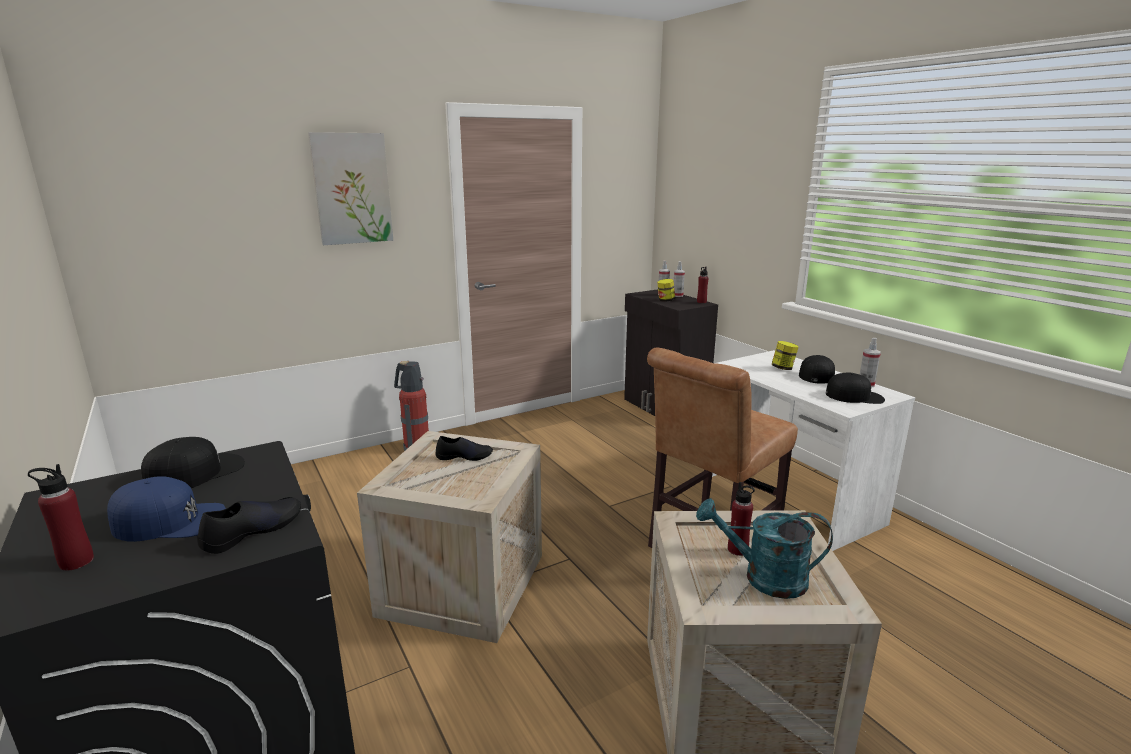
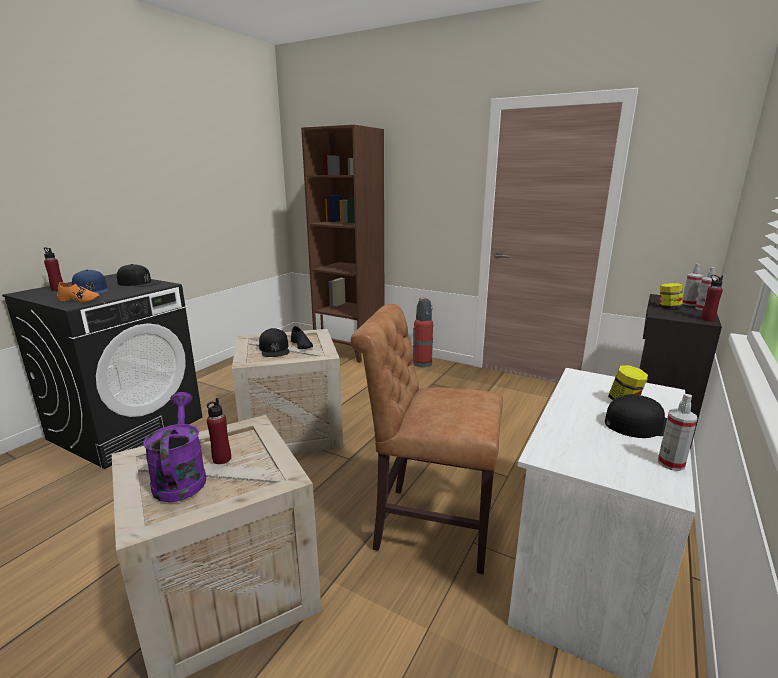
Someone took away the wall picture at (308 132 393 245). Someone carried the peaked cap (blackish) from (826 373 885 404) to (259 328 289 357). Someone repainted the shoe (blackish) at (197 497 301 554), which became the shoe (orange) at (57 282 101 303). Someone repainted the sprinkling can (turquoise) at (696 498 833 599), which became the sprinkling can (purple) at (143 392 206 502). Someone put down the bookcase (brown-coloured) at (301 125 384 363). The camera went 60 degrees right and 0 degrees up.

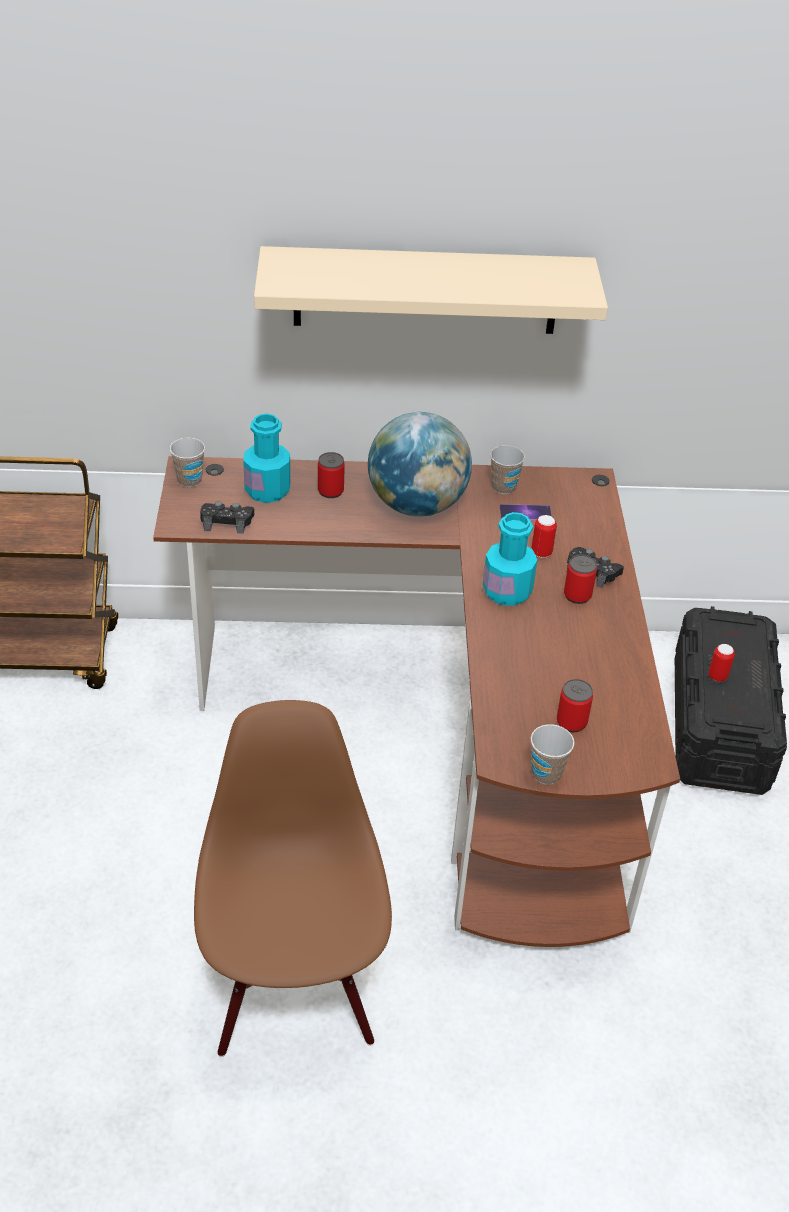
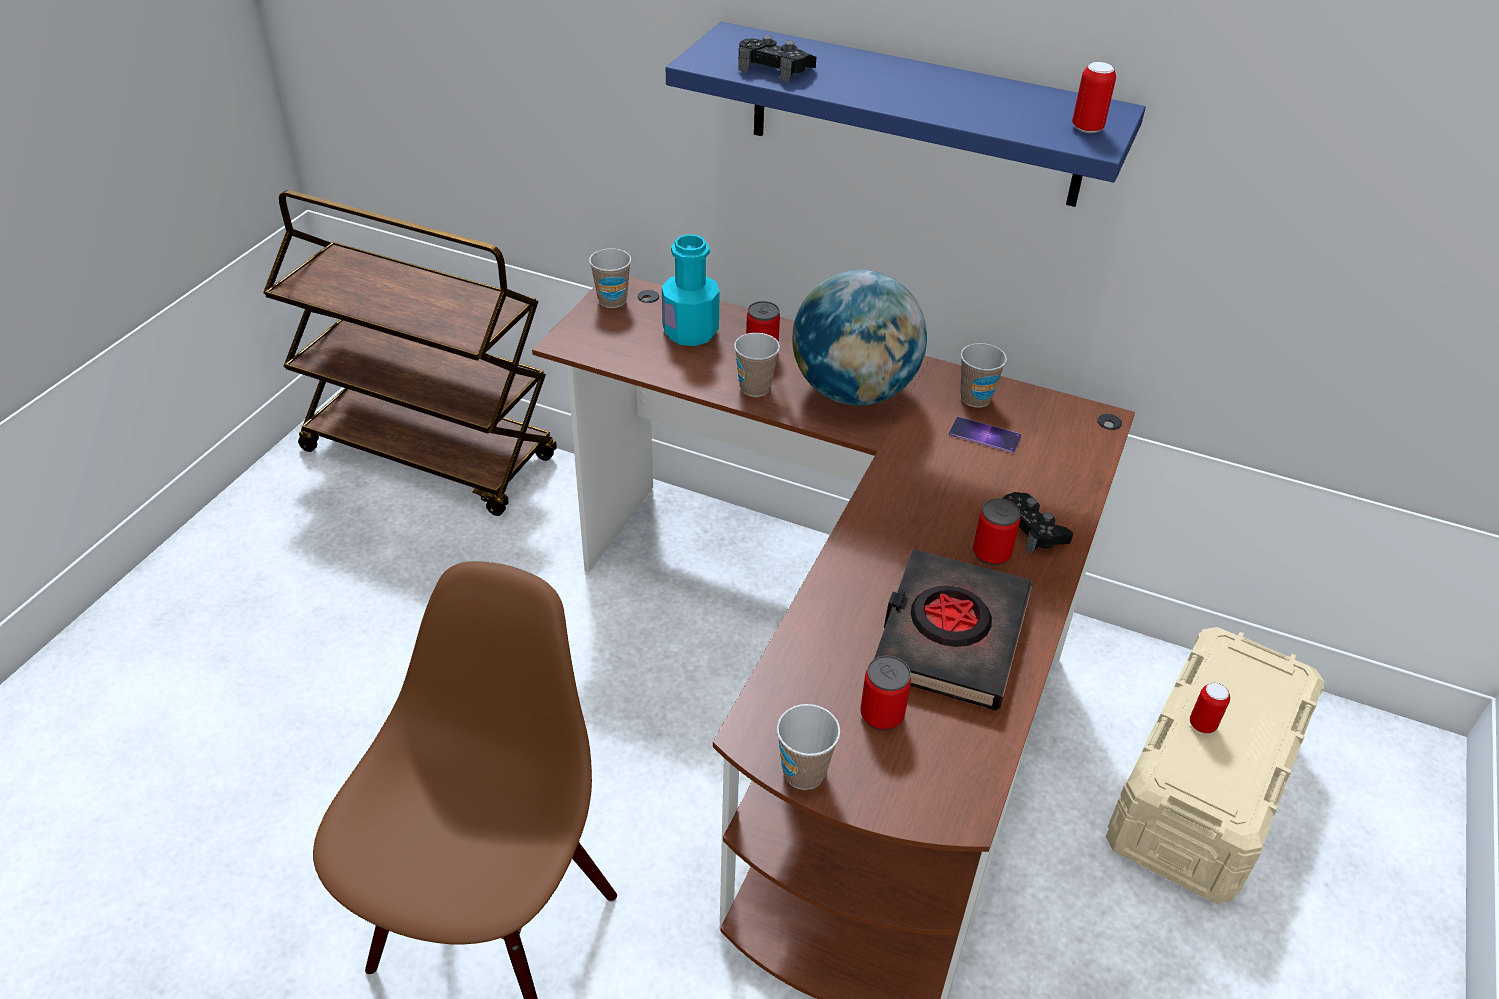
Someone repainted the wall shelf (sand-coloured) at (254 246 608 334), which became the wall shelf (blue-coloured) at (666 22 1146 207). Someone carried the gamepad (blackish) from (200 501 254 534) to (738 35 817 83). Someone took away the drink bottle (turquoise) at (483 512 537 606). Someone carried the metal can from (531 515 557 558) to (1072 62 1116 133). Someone repainted the storage container (blackish) at (675 606 787 795), which became the storage container (sand-coloured) at (1106 627 1325 904). Someone put down the cup at (734 333 780 397). Someone put down the bound book (blackish) at (874 549 1033 710). The camera went 25 degrees right and 0 degrees up.

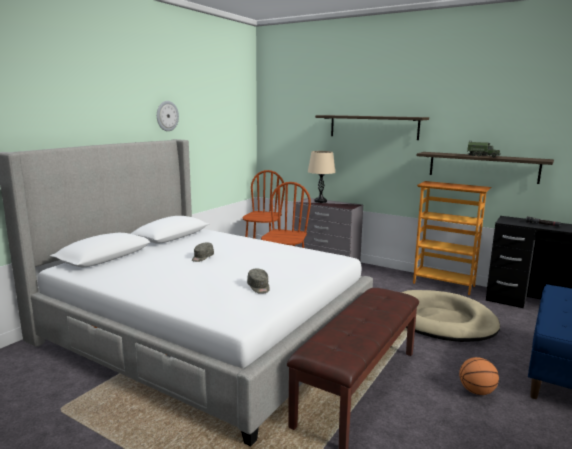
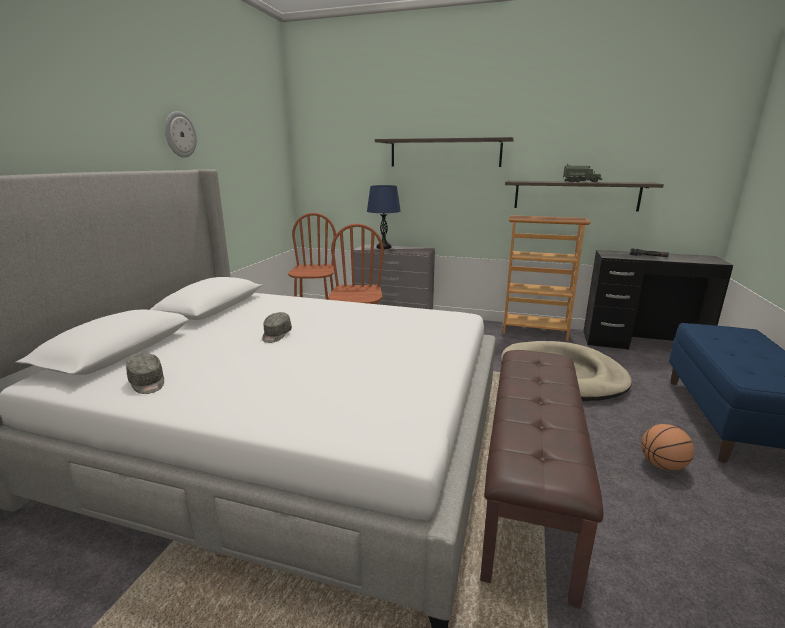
Someone repainted the tabletop lamp (sand-coloured) at (308 151 336 203), which became the tabletop lamp (blue-coloured) at (367 185 401 249). Someone carried the peaked cap (grey) from (247 269 270 294) to (126 354 164 394). The camera went 15 degrees left and 5 degrees up.

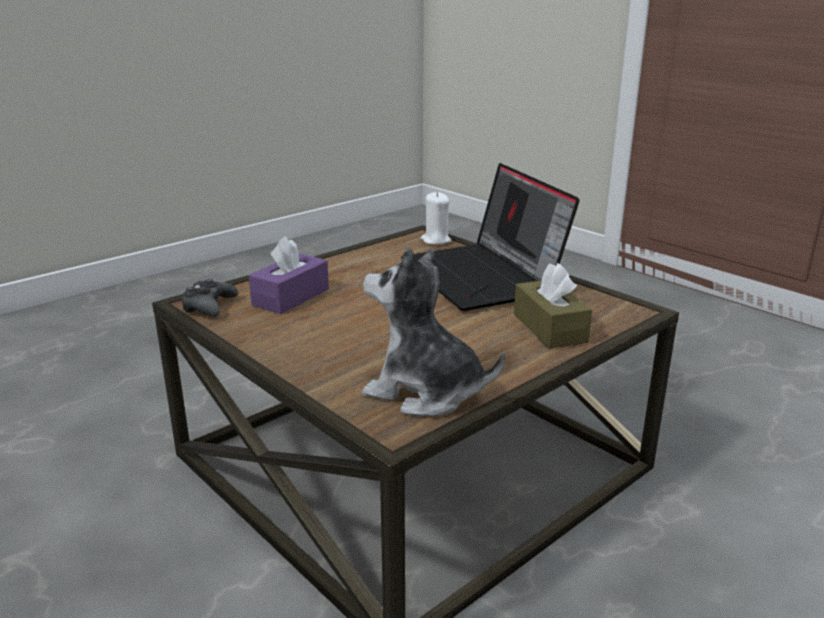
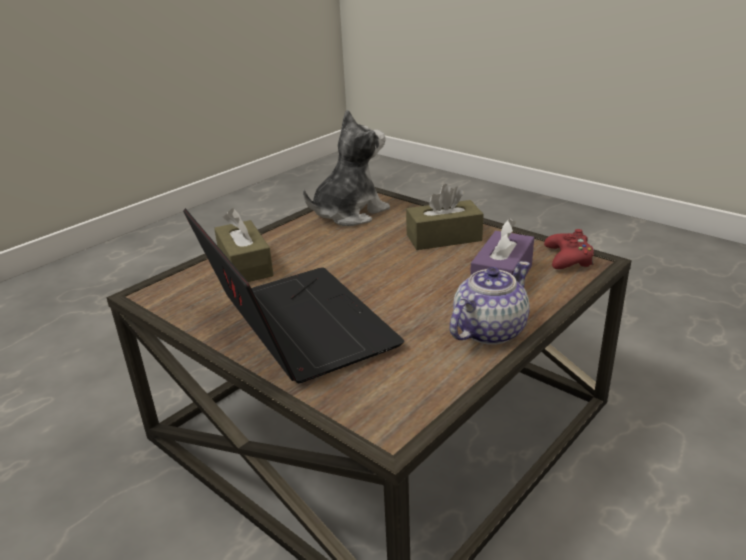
Someone took away the wax light (white-coloured) at (421 192 451 245). Someone rotated the cuddly toy at (362 247 505 417) by 60 degrees counterclockwise. Someone repainted the gamepad (blackish) at (182 279 238 317), which became the gamepad (red-coloured) at (544 229 594 269). Someone put down the box of tissues (brown-coloured) at (406 184 484 250). Someone put down the tea pot at (449 261 530 345). The camera went 175 degrees right and 5 degrees up.

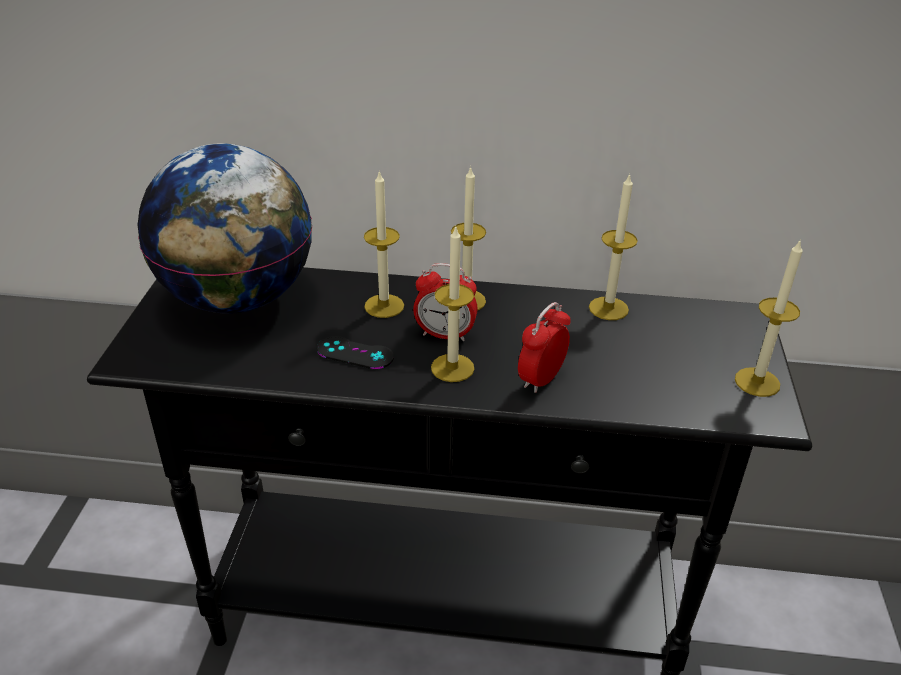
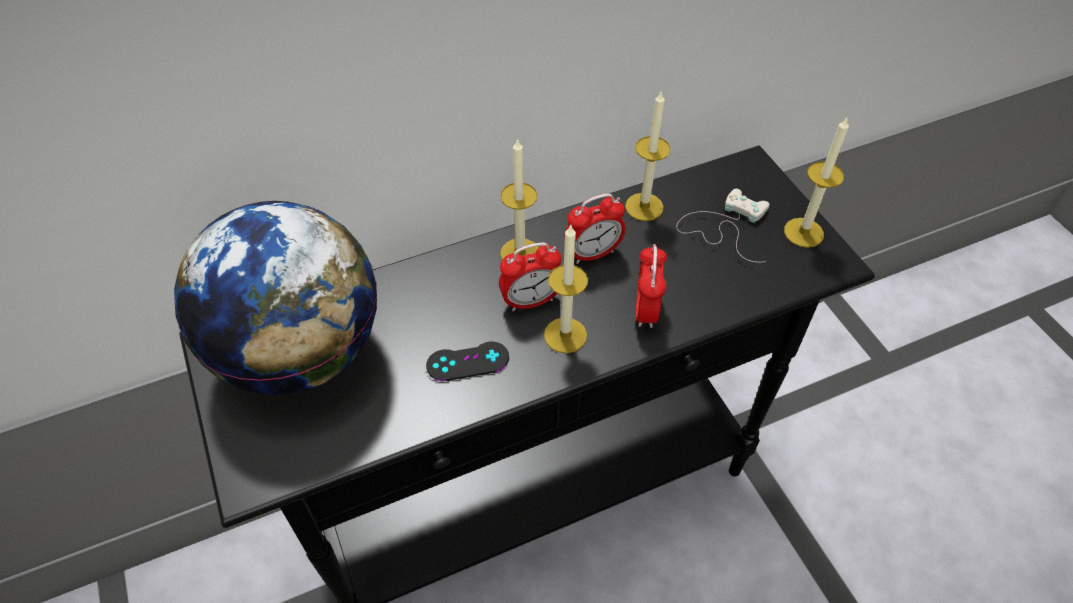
Someone took away the wax light at (364 170 404 318). Someone put down the gamepad (white-coloured) at (676 189 770 263). Someone put down the bedside clock at (564 194 626 264). The camera went 30 degrees left and 15 degrees up.

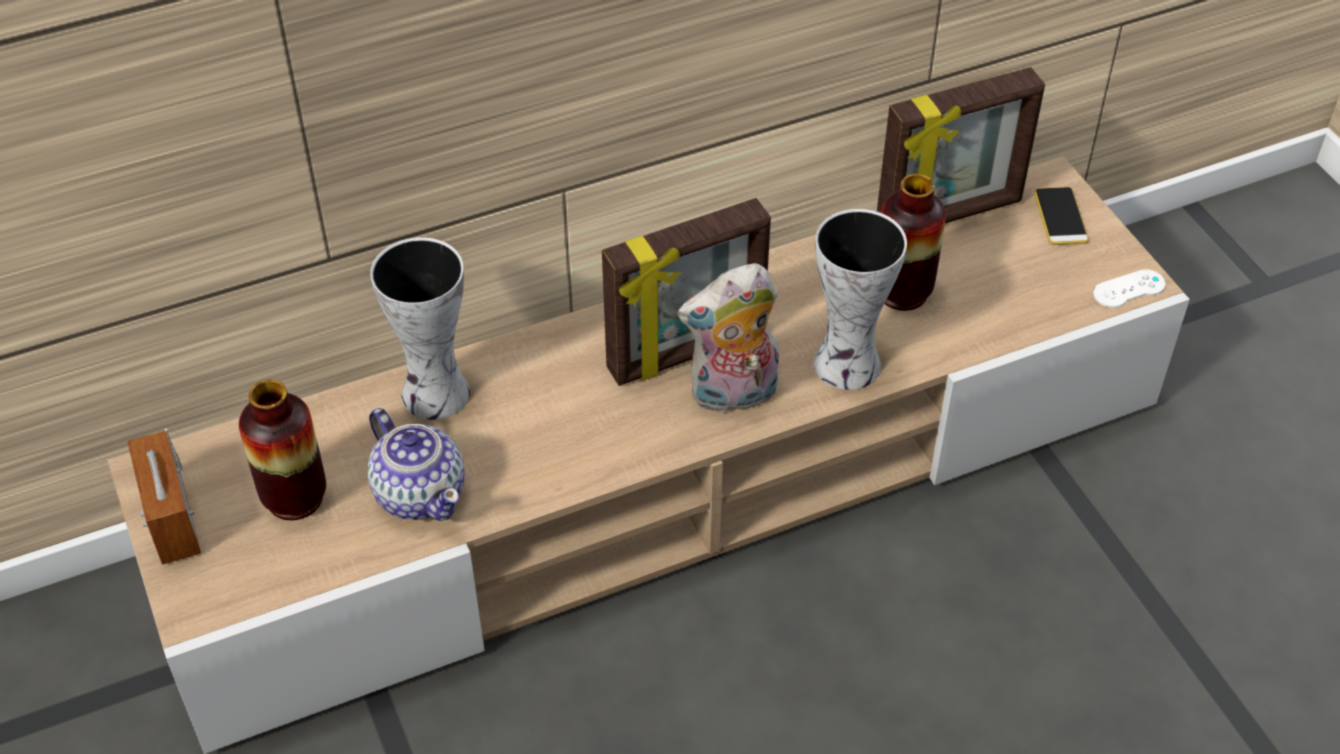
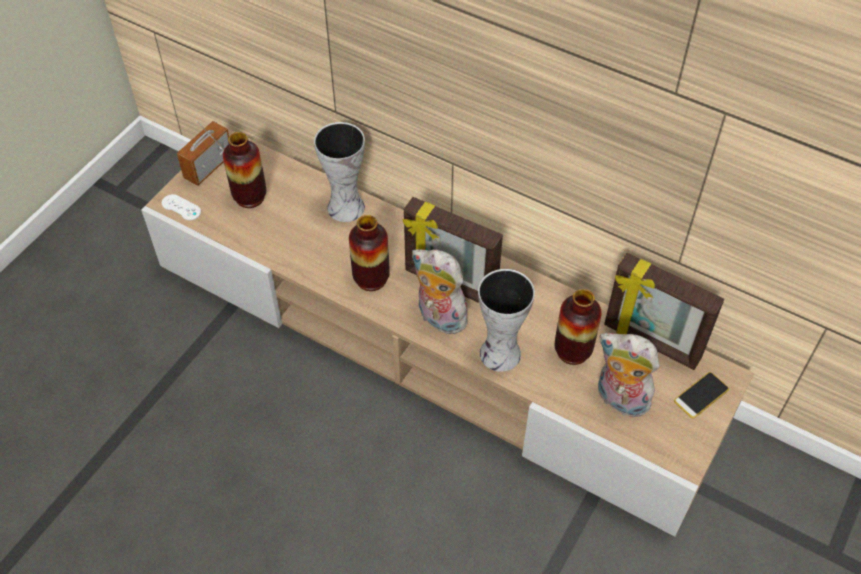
Someone carried the gamepad (white-coloured) from (1093 269 1165 308) to (162 194 201 220). Someone took away the tea pot at (368 408 465 521). Someone put down the flower vase at (349 215 390 291). Someone put down the cuddly toy at (598 333 660 417). The camera went 55 degrees right and 5 degrees up.

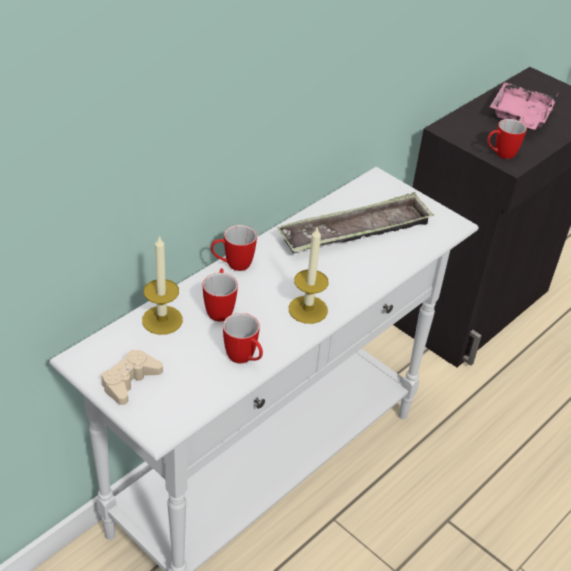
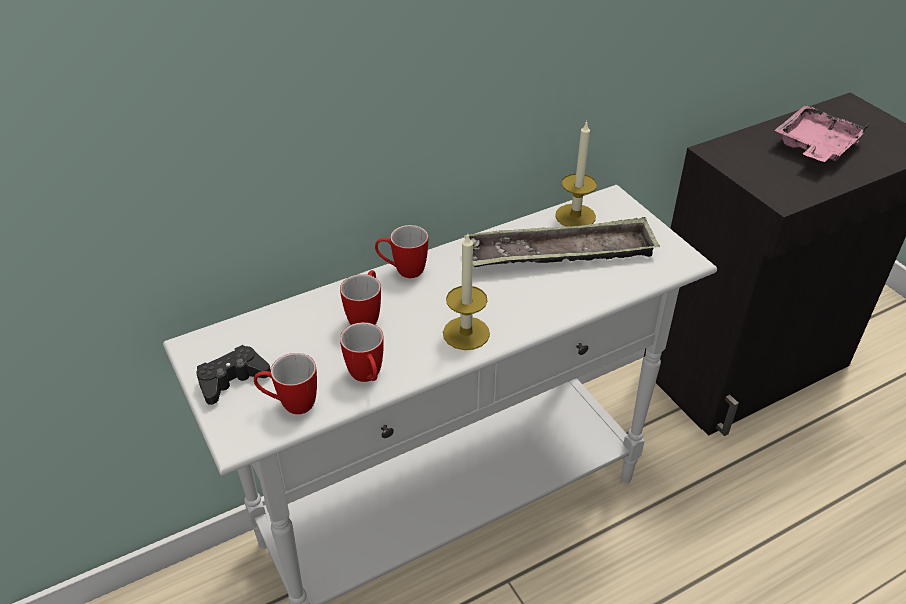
Someone carried the mug from (487 119 527 159) to (254 353 317 414). Someone carried the wax light from (142 235 183 335) to (555 121 597 227). Someone repainted the gamepad (sand-coloured) at (101 350 163 405), which became the gamepad (blackish) at (196 345 271 405). The camera went 20 degrees right and 0 degrees up.

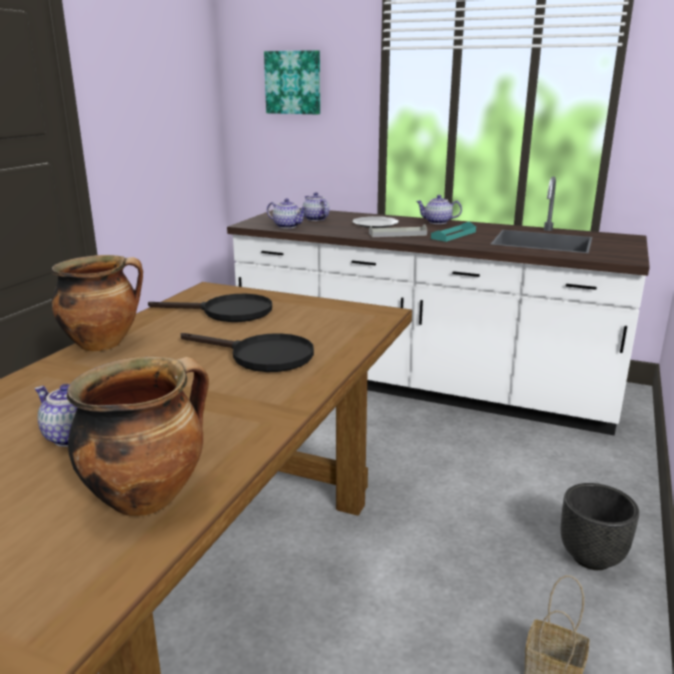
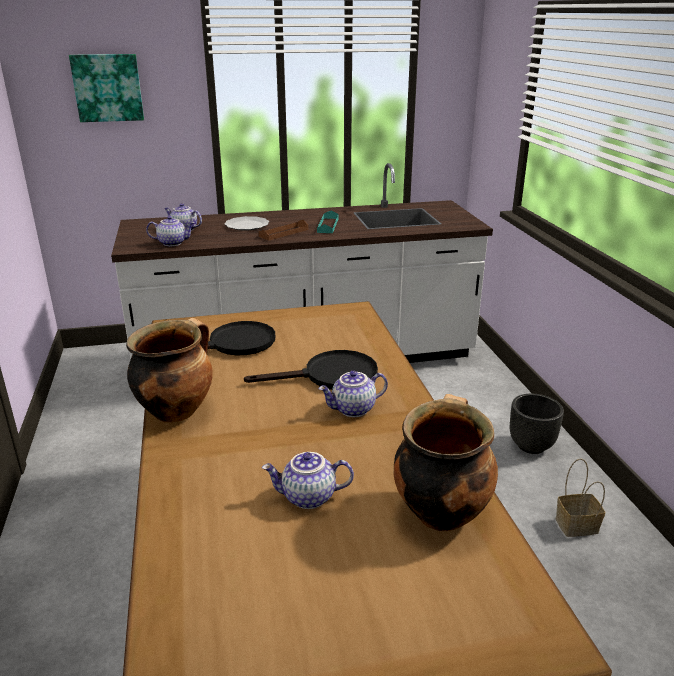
Someone carried the tea pot from (416 195 462 224) to (318 371 388 417). Someone repainted the serving tray (grey) at (369 224 427 237), which became the serving tray (brown-coloured) at (259 220 308 240). The camera went 35 degrees left and 5 degrees up.

